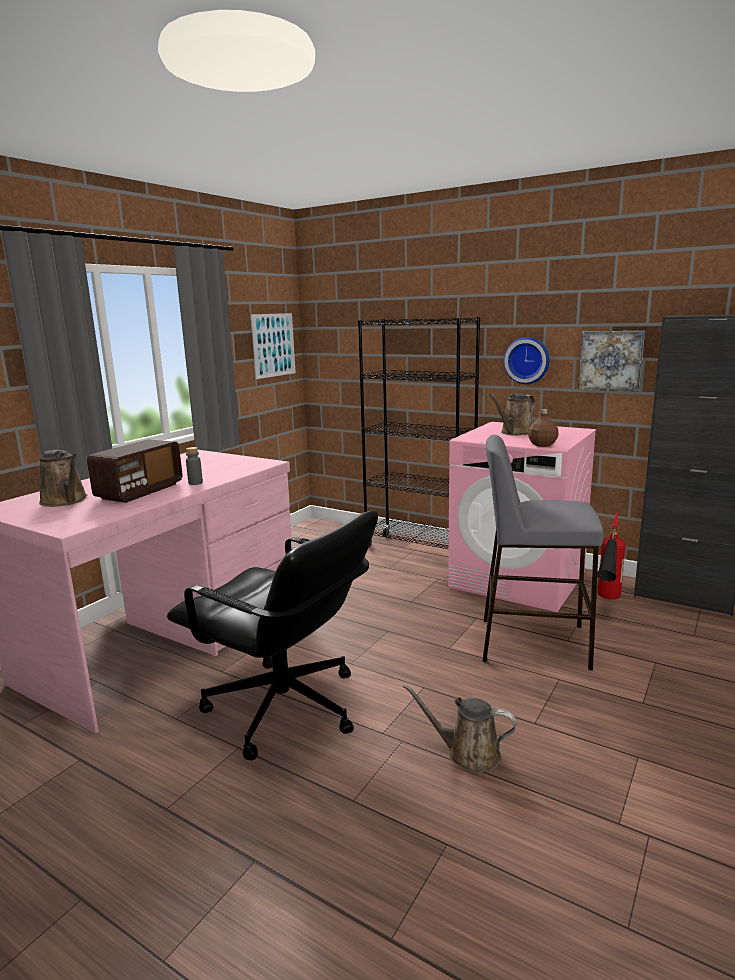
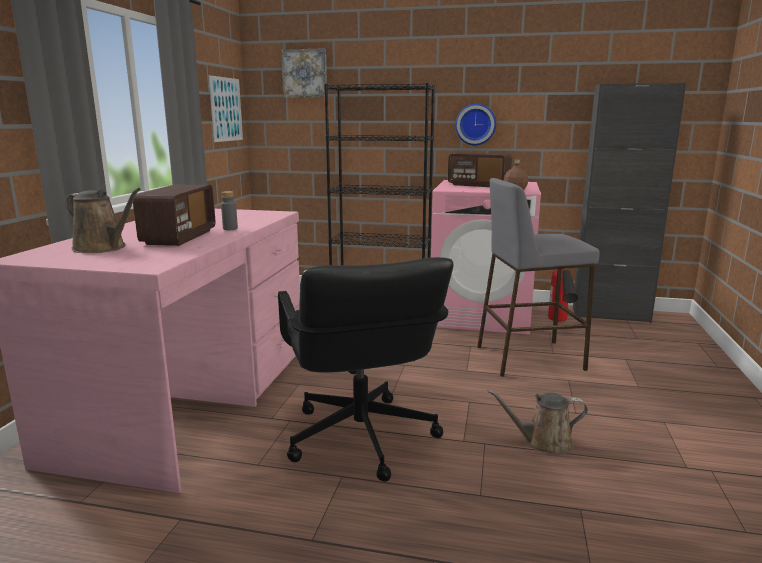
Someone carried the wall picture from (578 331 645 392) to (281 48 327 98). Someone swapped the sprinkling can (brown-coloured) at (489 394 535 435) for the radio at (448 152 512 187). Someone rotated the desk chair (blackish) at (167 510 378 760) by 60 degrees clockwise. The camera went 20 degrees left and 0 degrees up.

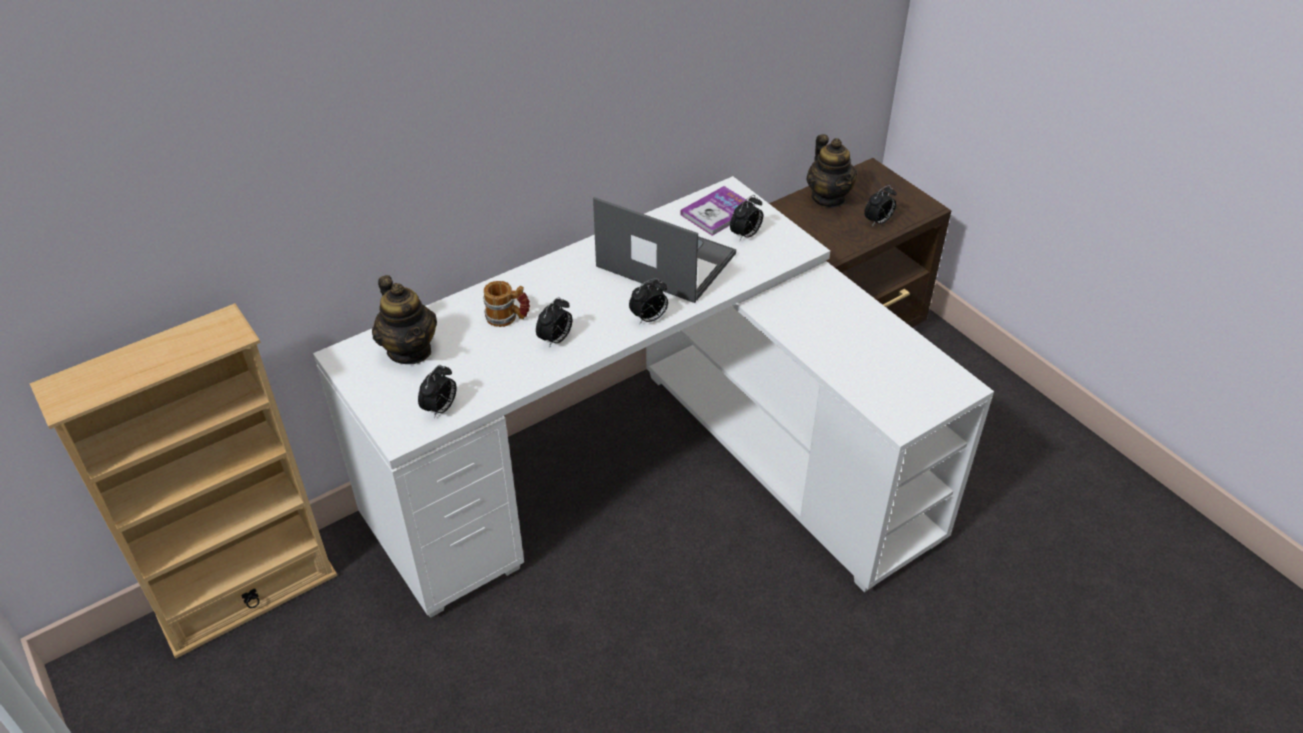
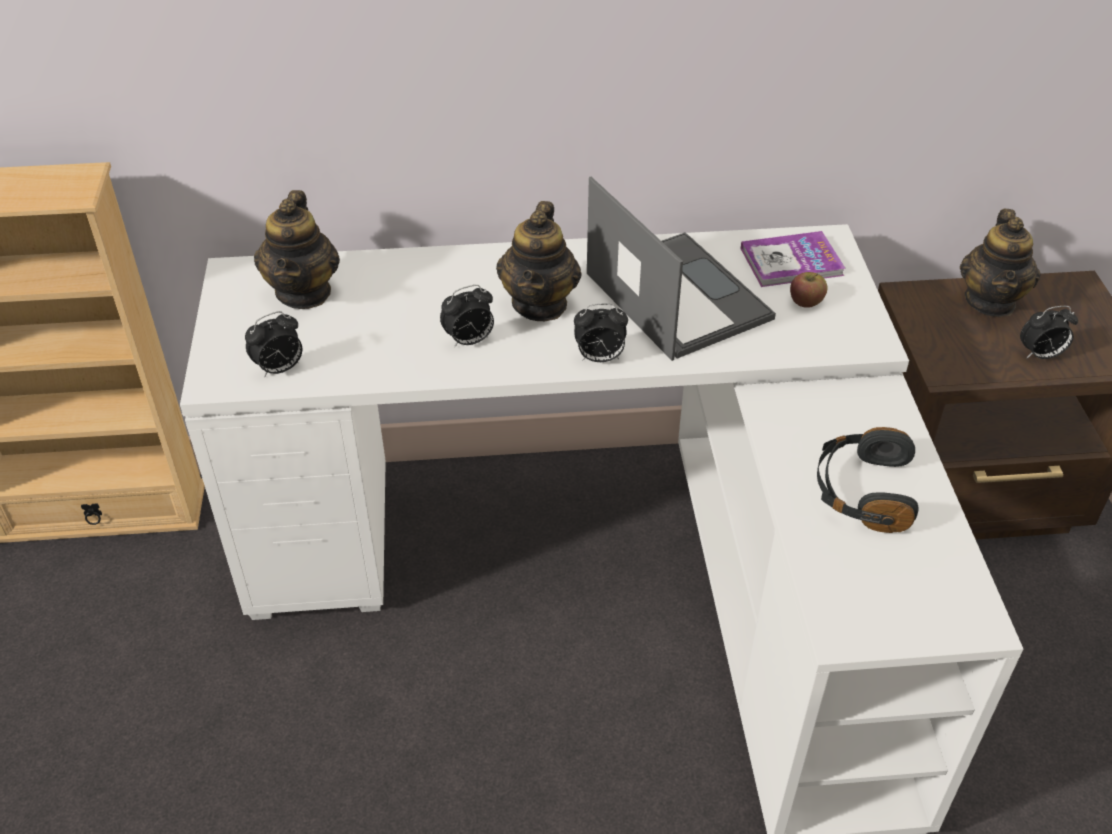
Someone swapped the bedside clock at (730 195 763 241) for the whole apple at (790 272 827 308). Someone took away the mug at (483 281 530 327). Someone put down the tea pot at (496 201 582 321). Someone put down the headphones (blackish) at (817 427 919 533). The camera went 30 degrees right and 0 degrees up.

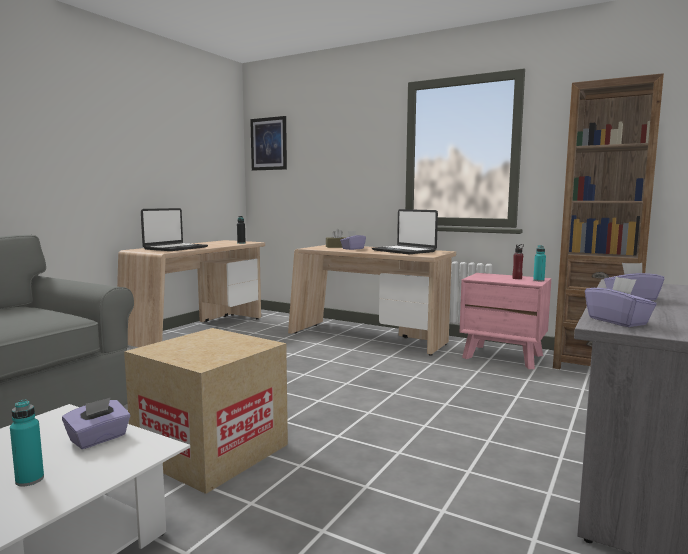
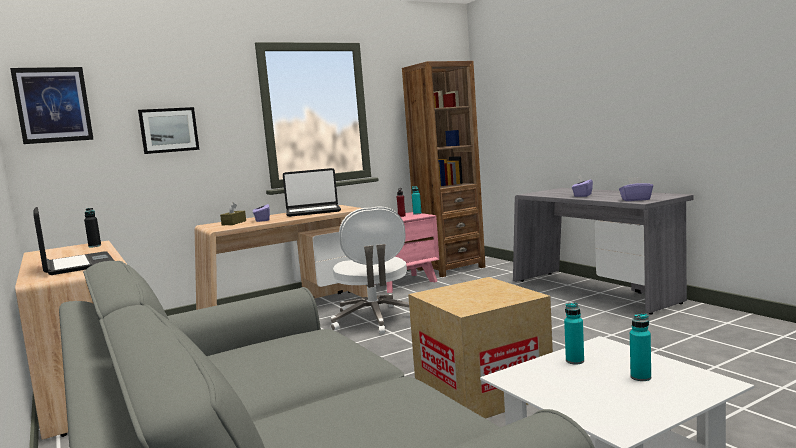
Someone swapped the box of tissues (purple) at (62 397 131 449) for the drink bottle (turquoise) at (564 303 584 364). Someone put up the wall picture at (138 107 199 154). Someone put down the desk chair (white-coloured) at (331 207 409 334). The camera went 60 degrees left and 0 degrees up.

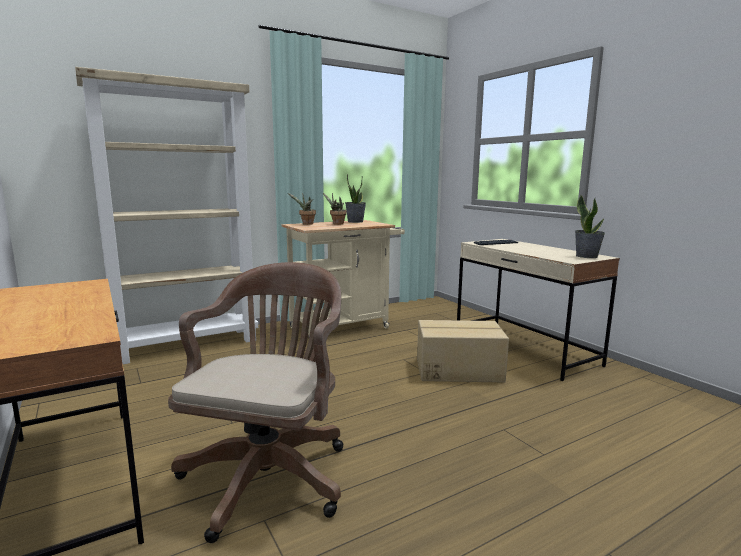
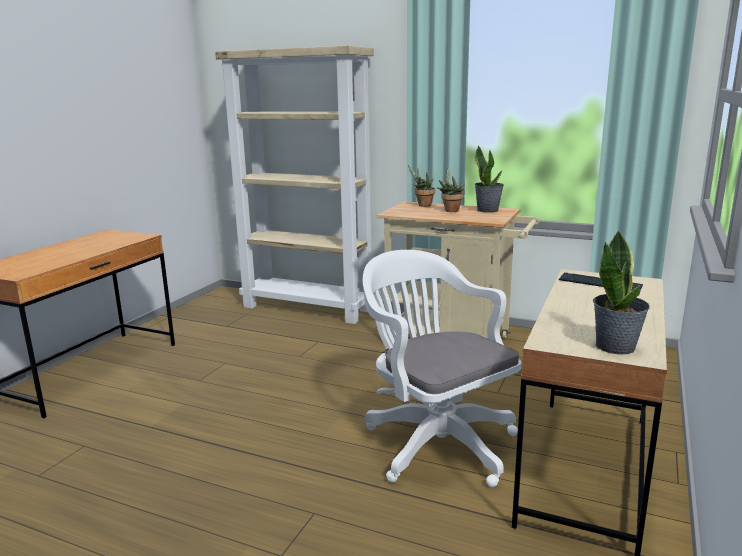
Someone took away the desk chair (brown-coloured) at (168 262 344 543). Someone swapped the carton at (417 320 509 382) for the desk chair (white-coloured) at (363 250 522 488). The camera went 55 degrees right and 5 degrees up.

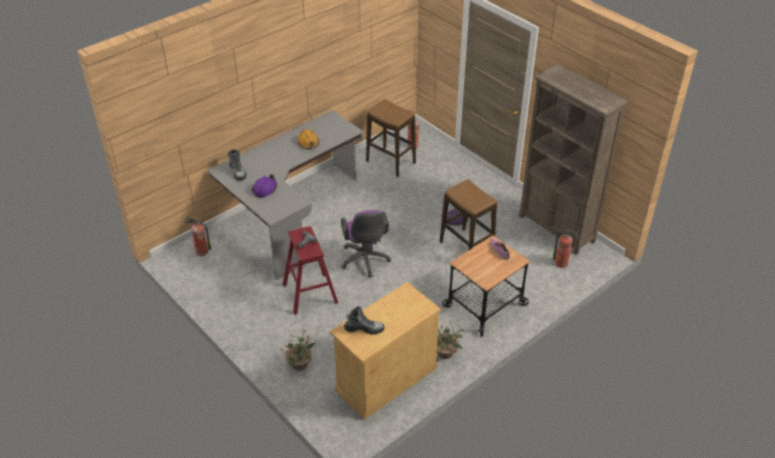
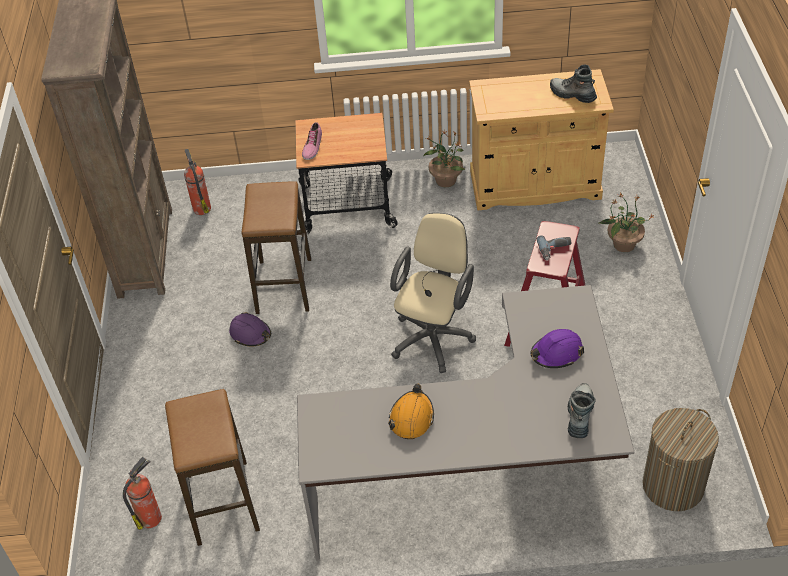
Someone repainted the desk chair (purple) at (341 210 391 277), which became the desk chair (sand-coloured) at (390 213 476 373). Someone swapped the fire-fighting cylinder at (184 217 211 256) for the washing basket at (642 408 719 511). The camera went 140 degrees left and 5 degrees up.

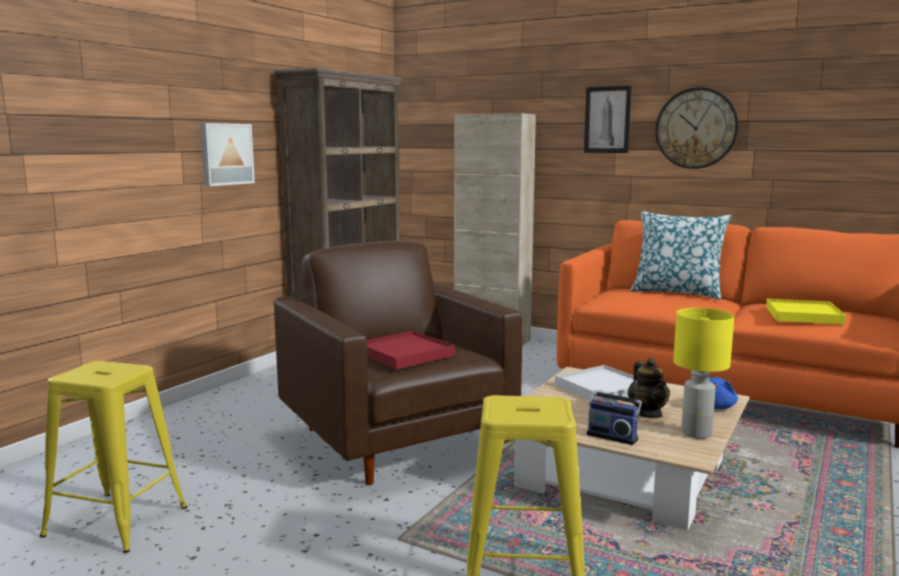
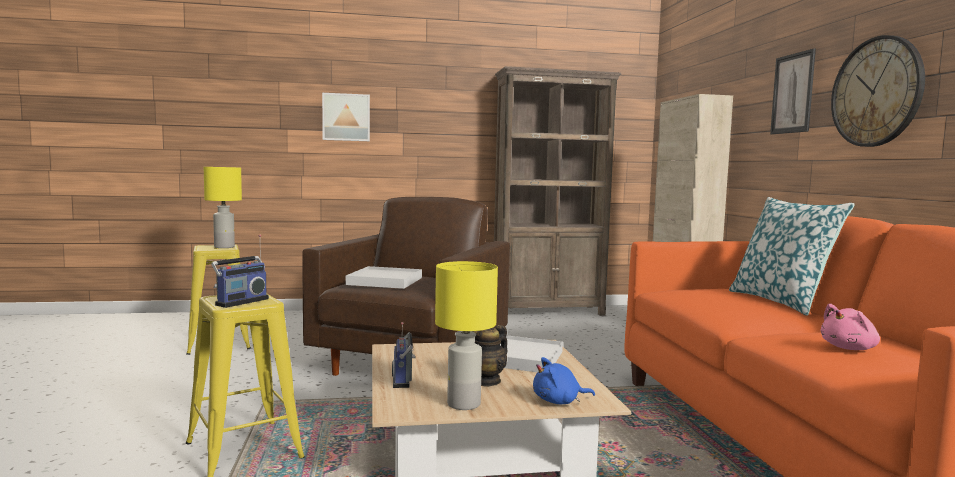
Someone carried the wall picture from (200 123 255 186) to (322 93 370 141). Someone swapped the serving tray (yellow) at (766 299 846 325) for the cuddly toy (pink) at (820 303 880 350). Someone repainted the serving tray (red-coloured) at (367 331 455 370), which became the serving tray (white-coloured) at (346 266 422 289). Someone put down the tabletop lamp (yellow) at (204 167 242 248). Someone put down the radio at (211 235 269 308). The camera went 50 degrees right and 5 degrees down.

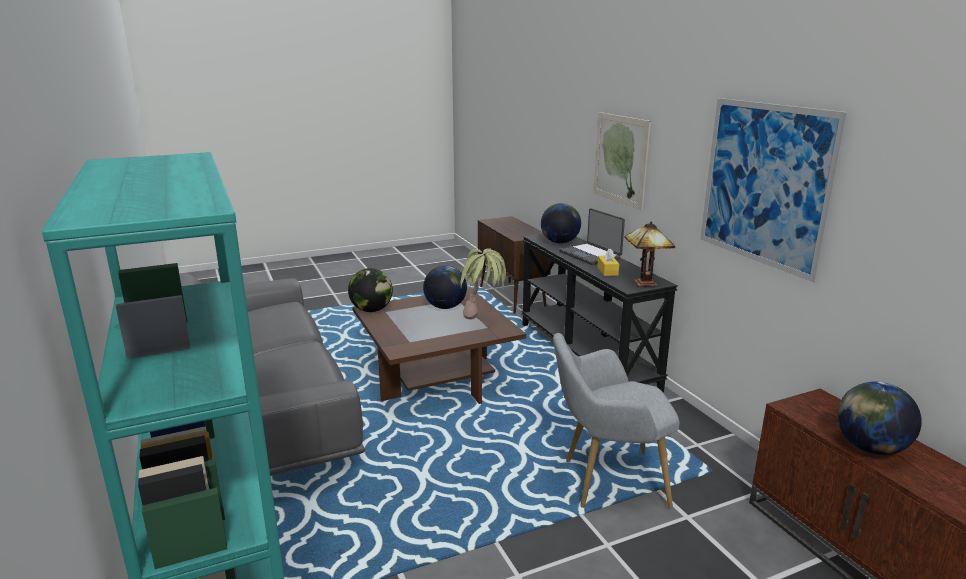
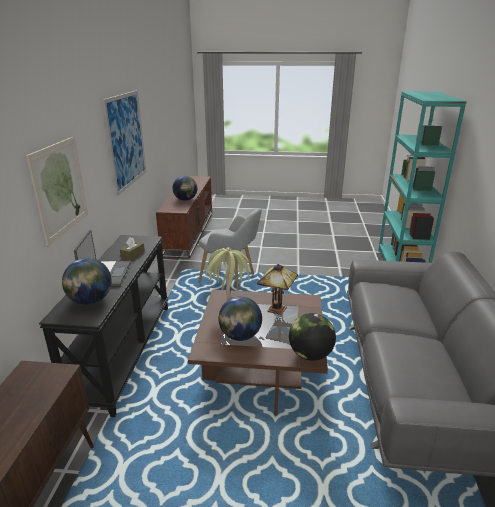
Someone carried the tabletop lamp from (625 222 675 287) to (257 264 298 315). Someone repainted the box of tissues (yellow) at (597 248 619 276), which became the box of tissues (brown-coloured) at (120 237 145 261). The camera went 150 degrees left and 5 degrees up.

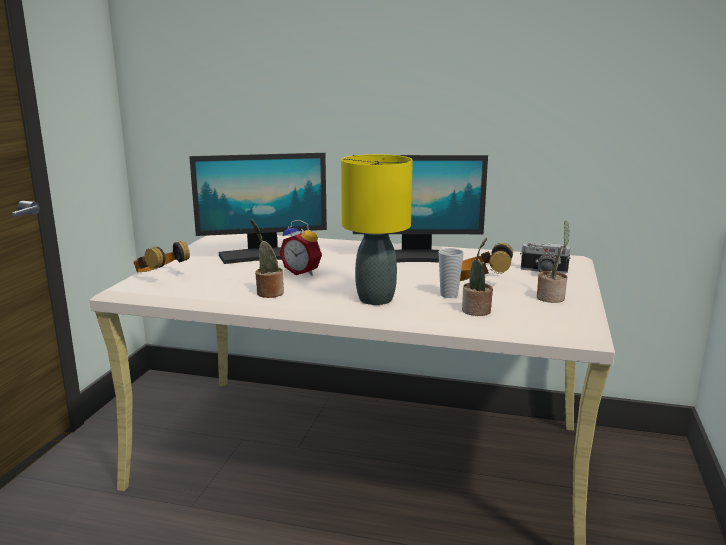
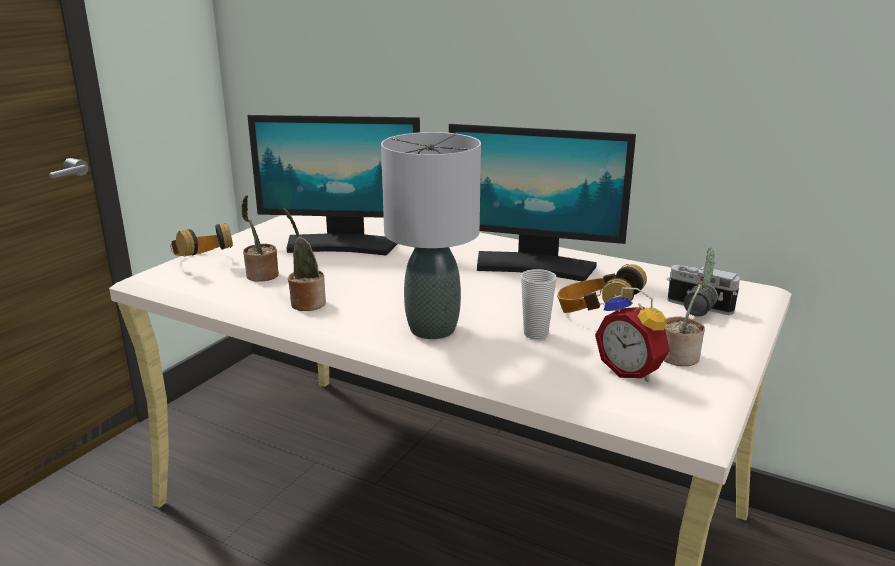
Someone repainted the tabletop lamp (yellow) at (341 154 413 305), which became the tabletop lamp (grey) at (381 132 481 339). Someone carried the bedside clock from (279 220 322 276) to (595 287 670 382). Someone carried the potted plant from (462 237 493 316) to (241 195 279 282). The camera went 15 degrees right and 5 degrees up.

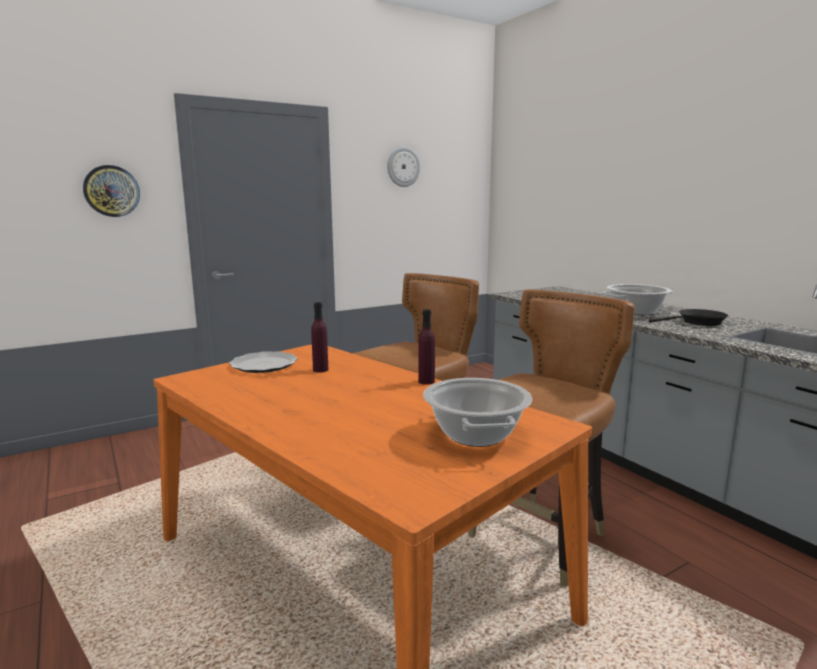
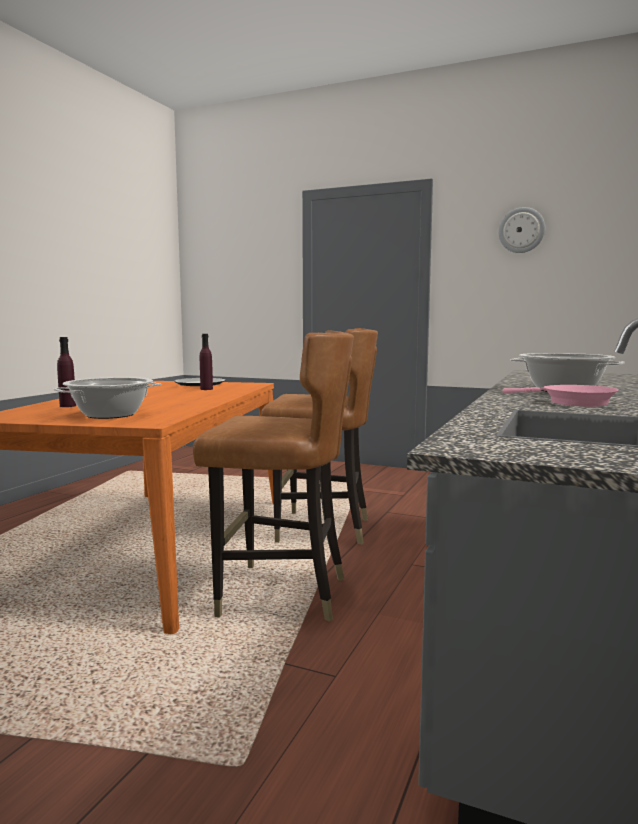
Someone took away the hanging clock at (83 165 140 217). Someone carried the drink bottle (purple) from (418 309 435 385) to (57 337 76 407). Someone repainted the frying pan (blackish) at (649 309 728 326), which became the frying pan (pink) at (502 385 618 407). The camera went 55 degrees right and 5 degrees down.

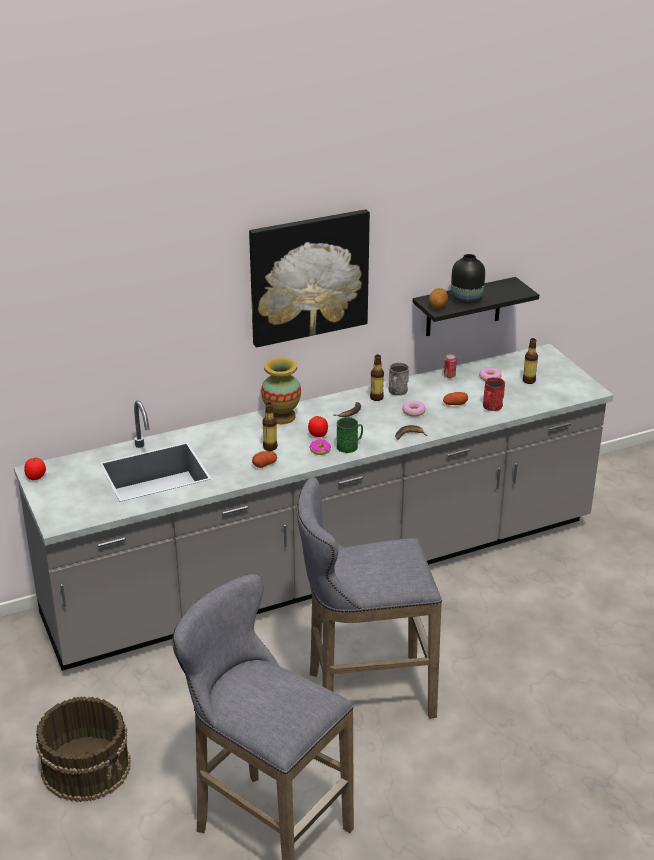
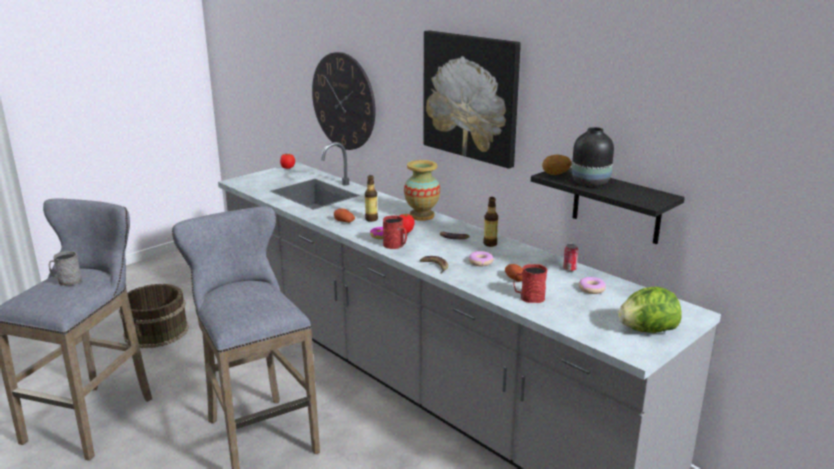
Someone took away the drink bottle at (523 338 538 384). Someone carried the mug (grey) from (388 362 409 396) to (49 251 82 286). Someone repainted the mug (green-coloured) at (337 417 363 453), which became the mug (red-coloured) at (383 215 407 249). Someone put up the hanging clock at (312 52 376 150). Someone put down the lettuce at (618 287 682 333). The camera went 70 degrees right and 10 degrees down.

